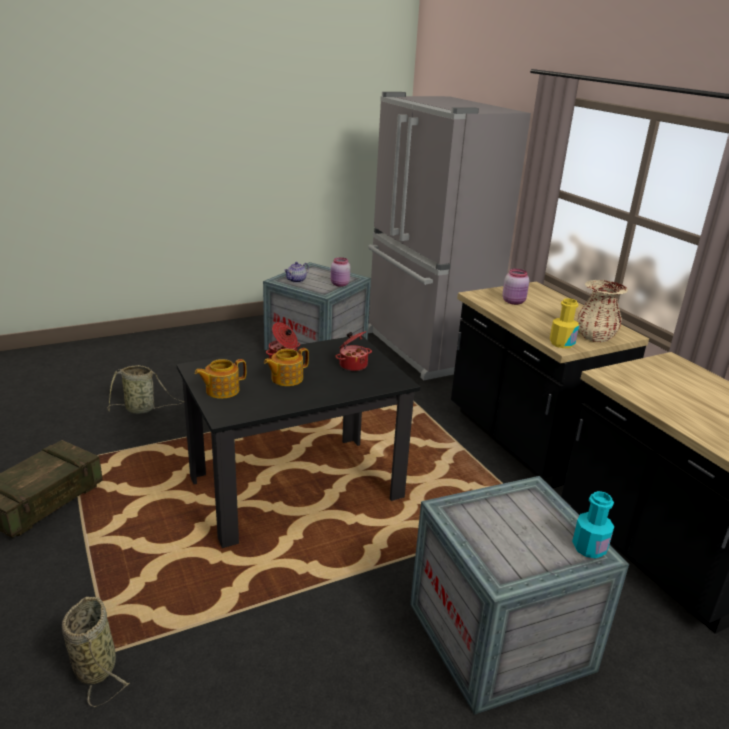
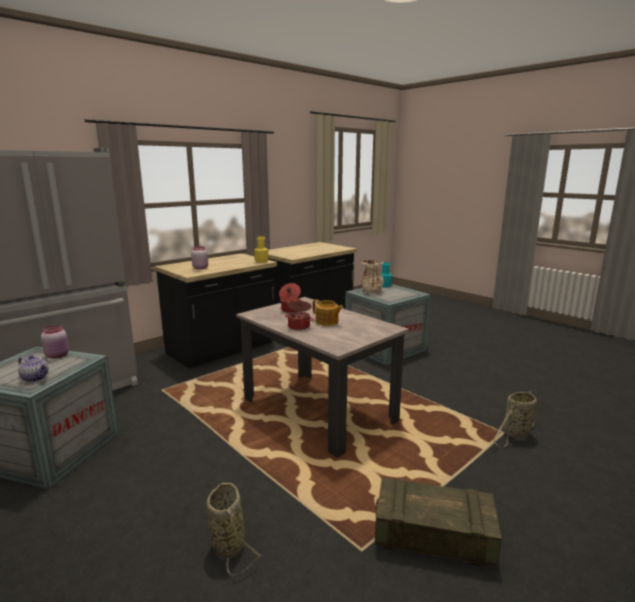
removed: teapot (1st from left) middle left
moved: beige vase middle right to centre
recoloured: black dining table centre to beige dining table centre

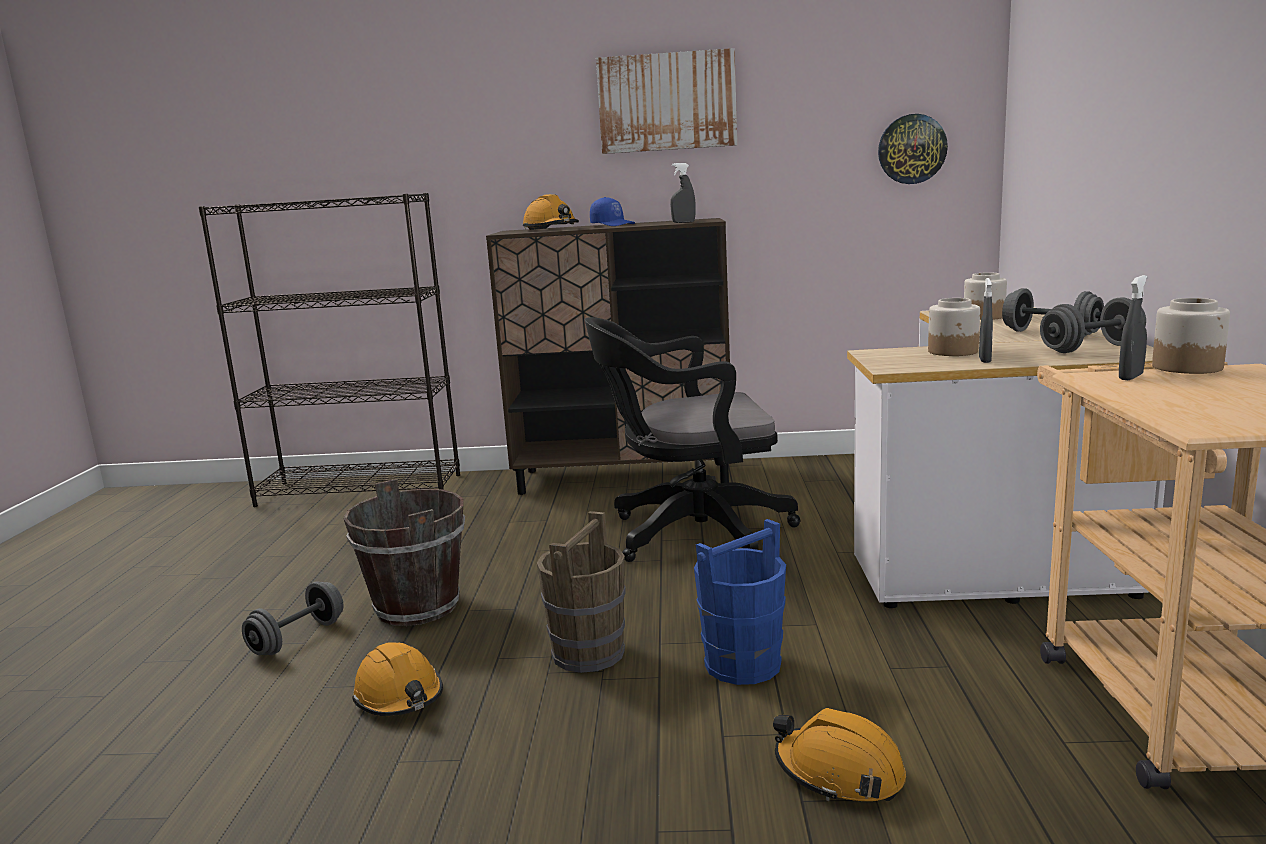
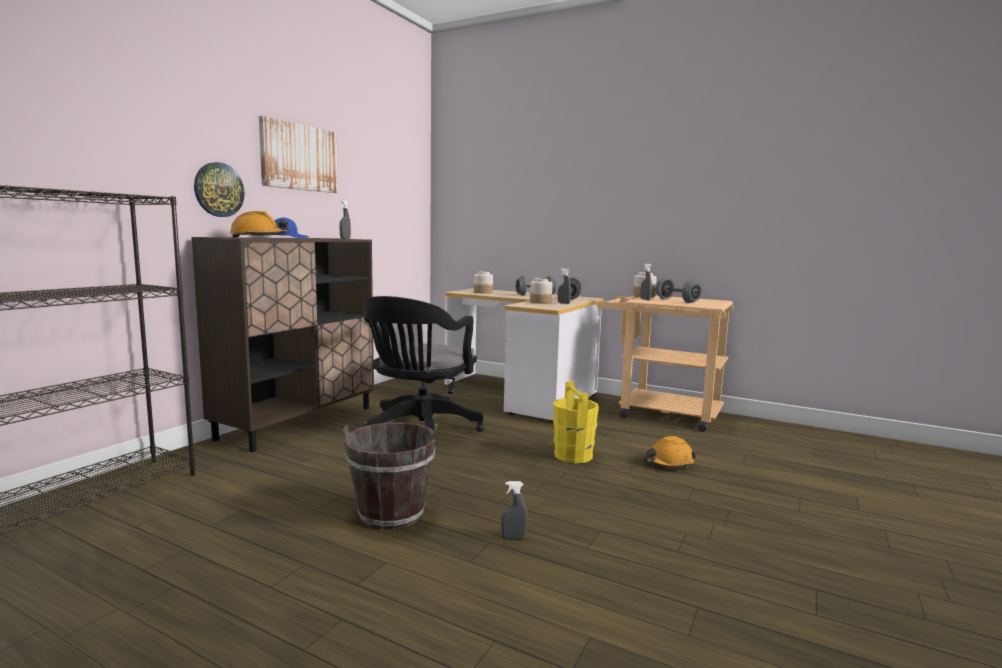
removed: brown bucket (2nd from left) bottom centre
moved: wall clock top right to top left; grey dumbbell (1st from left in the first image) bottom left to grey dumbbell (3rd from left) middle right
replaced: orange hard hat (1st from left) bottom left to grey spray bottle (2nd from left) bottom centre
recoloured: blue bucket bottom centre to yellow bucket centre

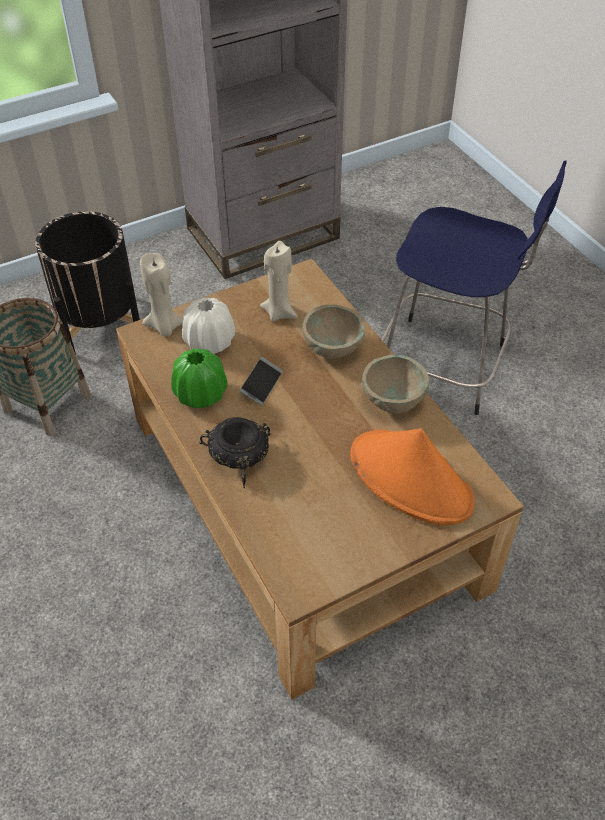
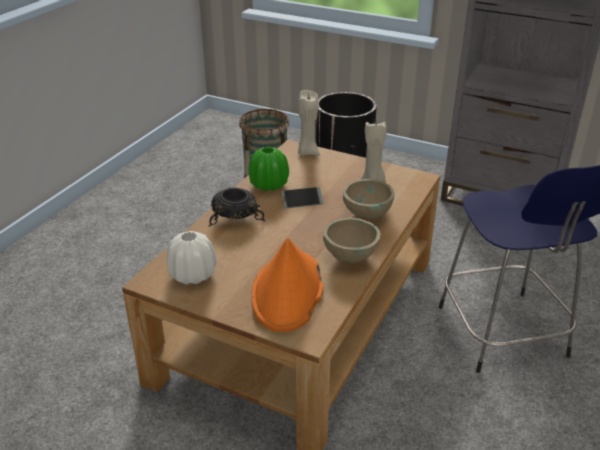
moved: white vase centre to middle left

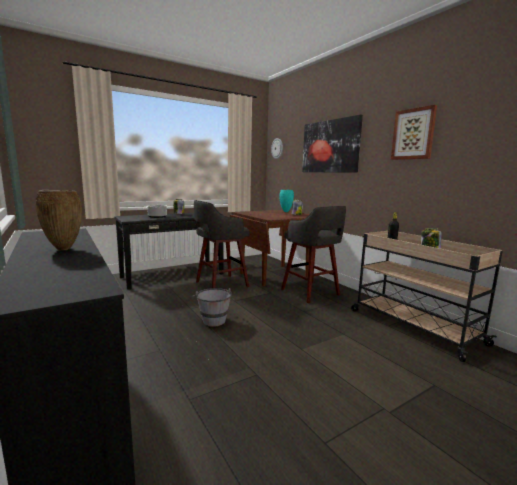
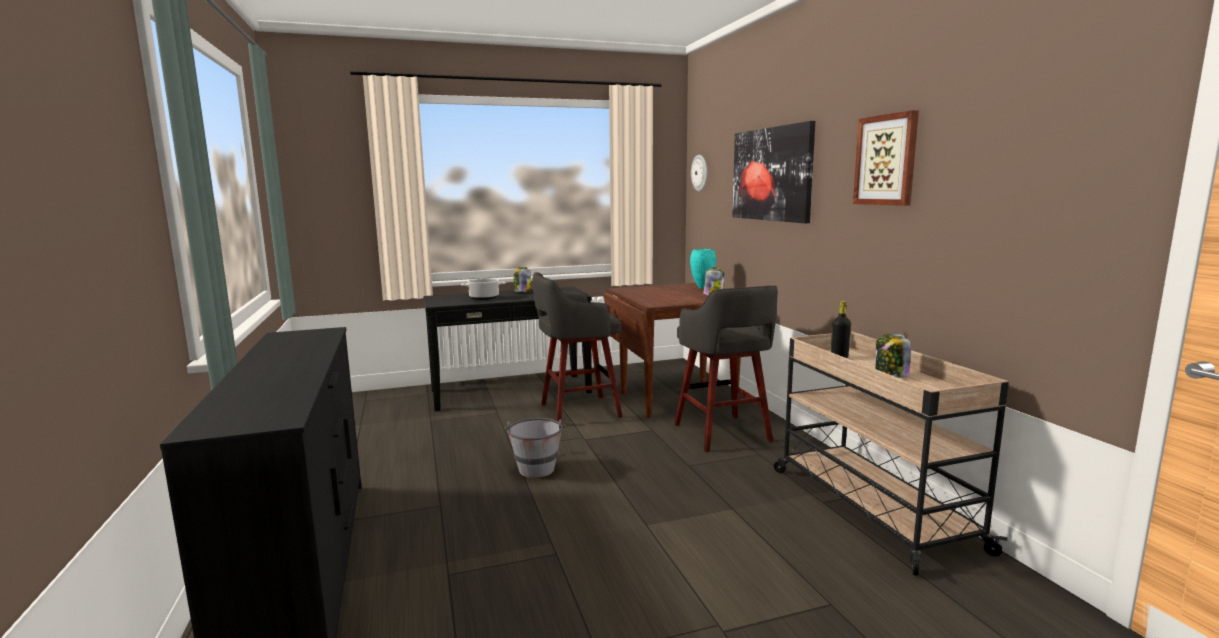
removed: brown vase middle left

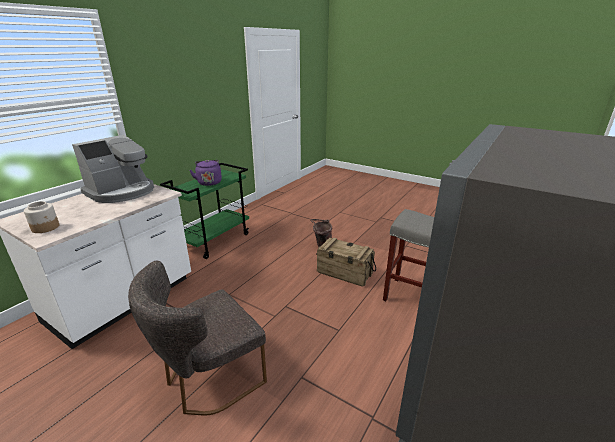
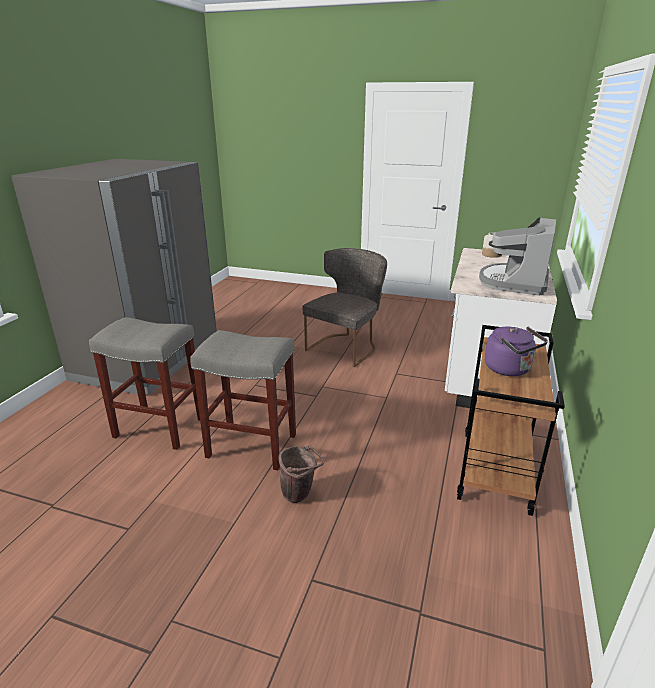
replaced: crate centre to grey stool (2nd from left) centre
recoloured: green cart middle left to brown cart middle right

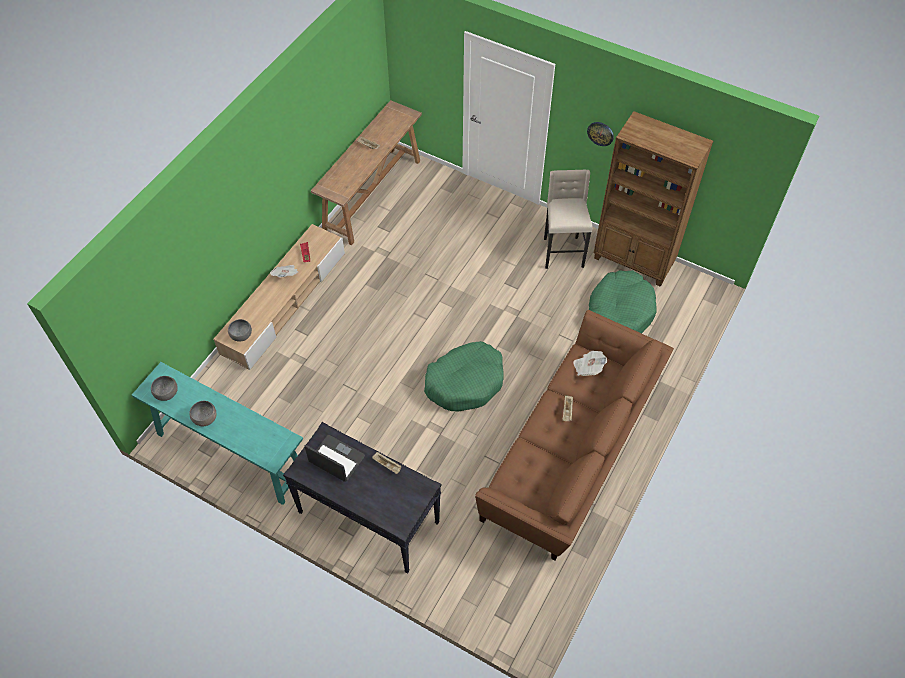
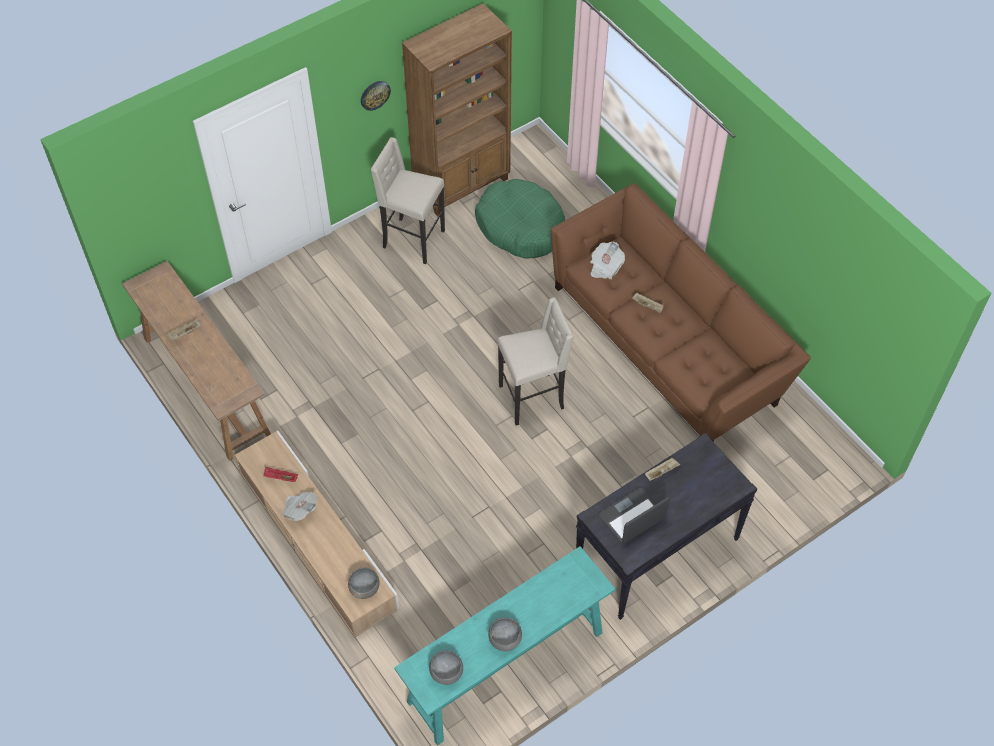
replaced: green dog bed (1st from left) centre to beige stool (2nd from left) centre

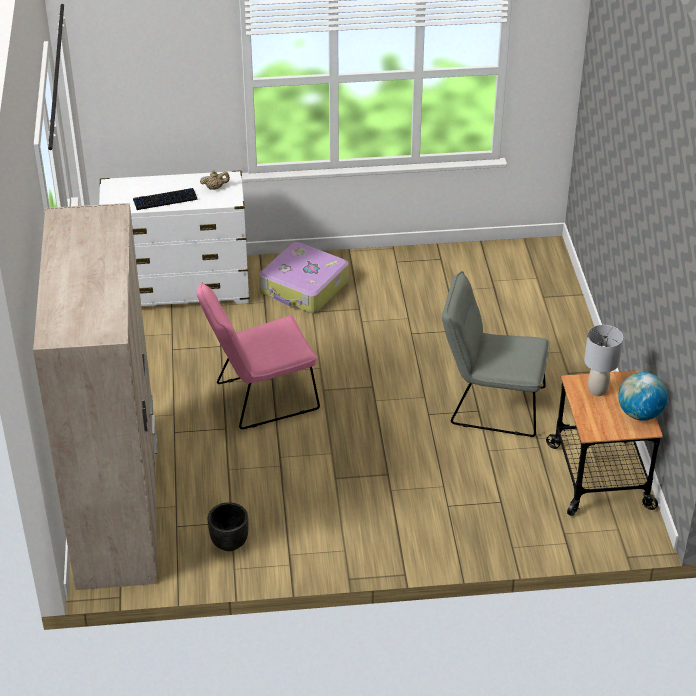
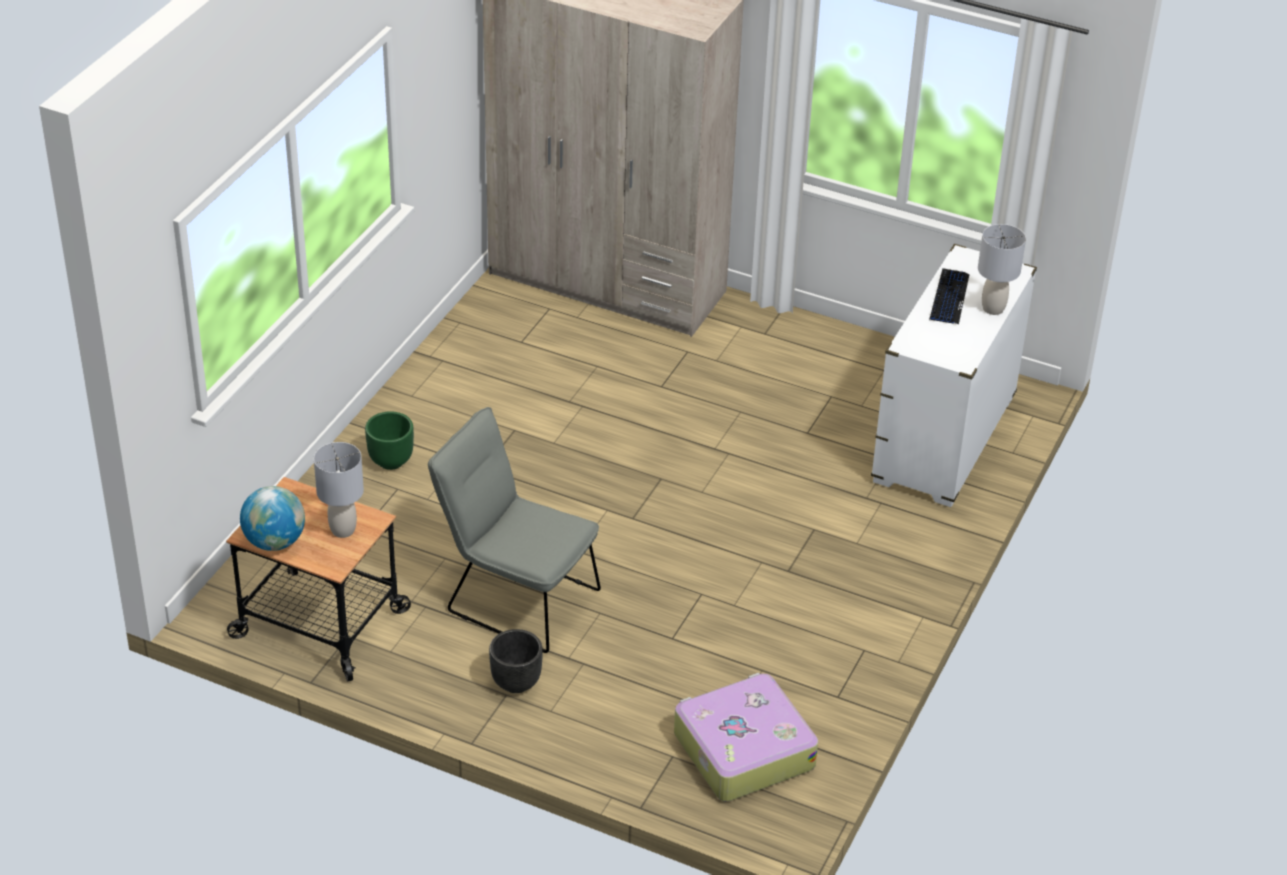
removed: pink chair centre; beige teapot top left
added: green planter middle left; grey table lamp (2nd from left) top right
moved: black planter bottom left to bottom centre; suitcase centre to bottom centre
turned: grey chair middle right = centre 105 degrees counterclockwise

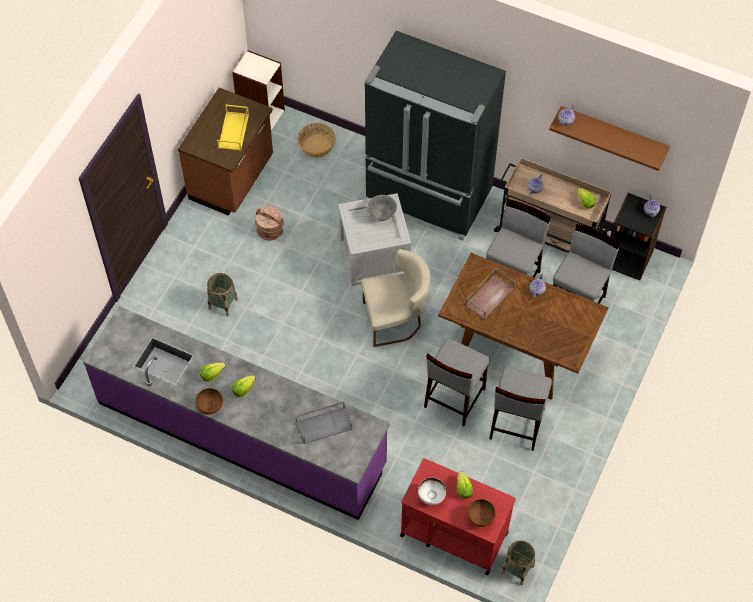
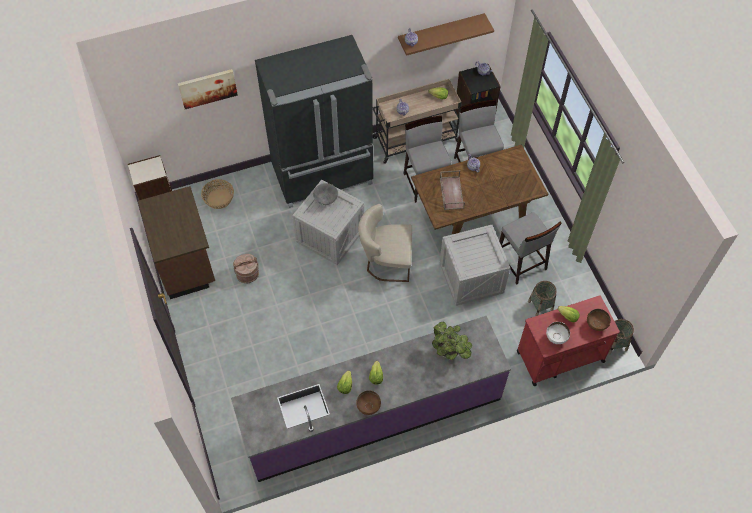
removed: yellow tray top left
added: picture top left
moved: basket (1st from left in the first image) middle left to basket (2nd from left) middle right
replaced: grey tray bottom centre to potted plant centre; grey stool (1st from left) centre to crate (2nd from left) centre
turned: beige chair centre = centre 120 degrees counterclockwise

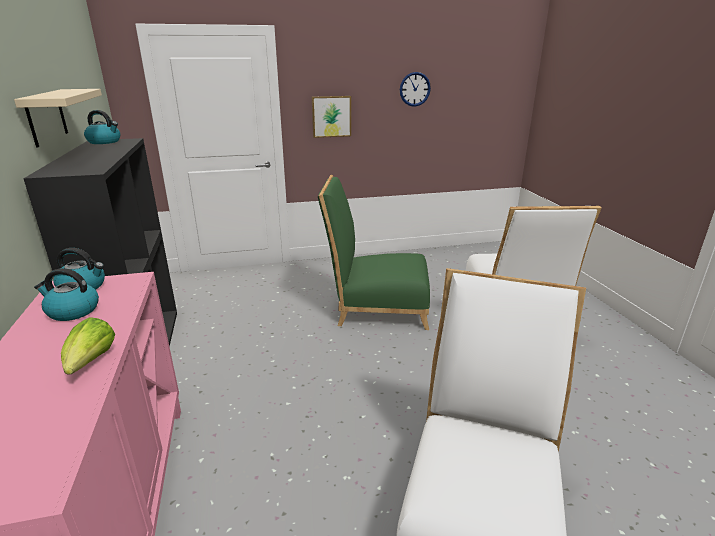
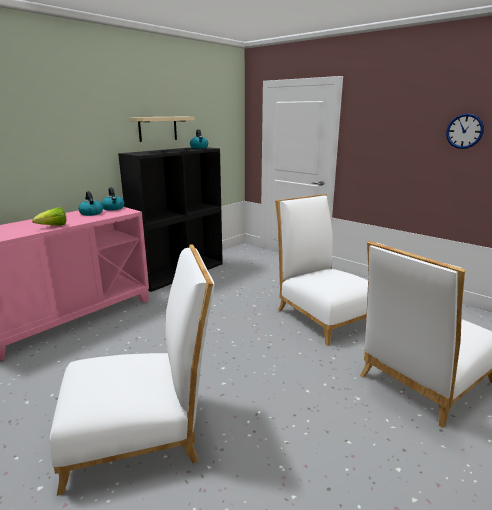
removed: picture top centre
recoloured: green chair centre to white chair (2nd from left) centre

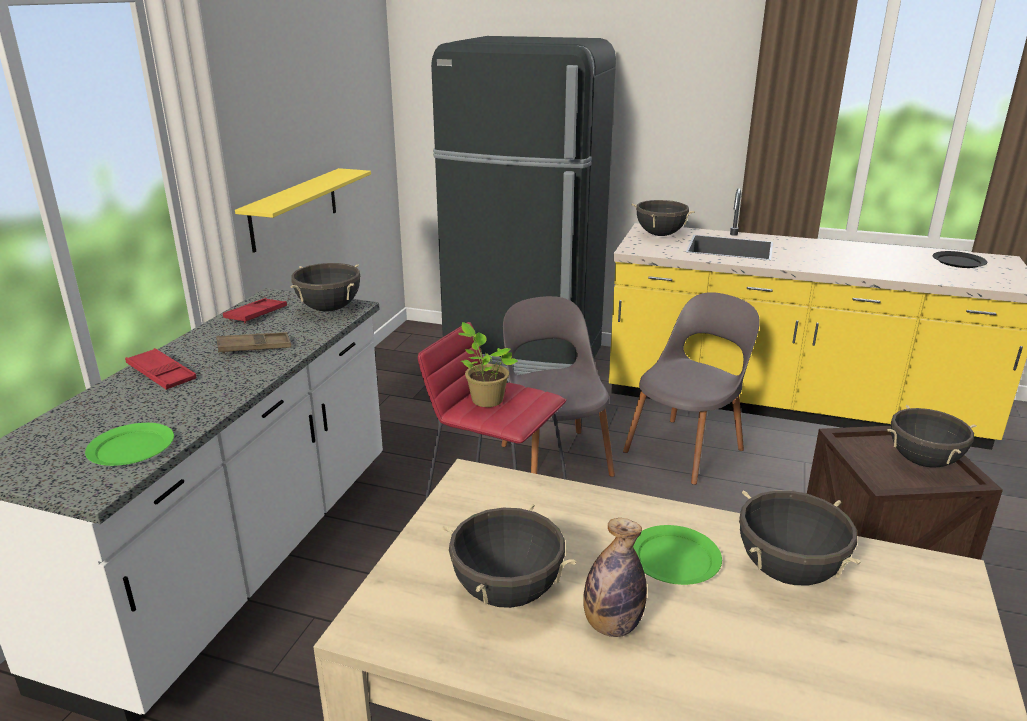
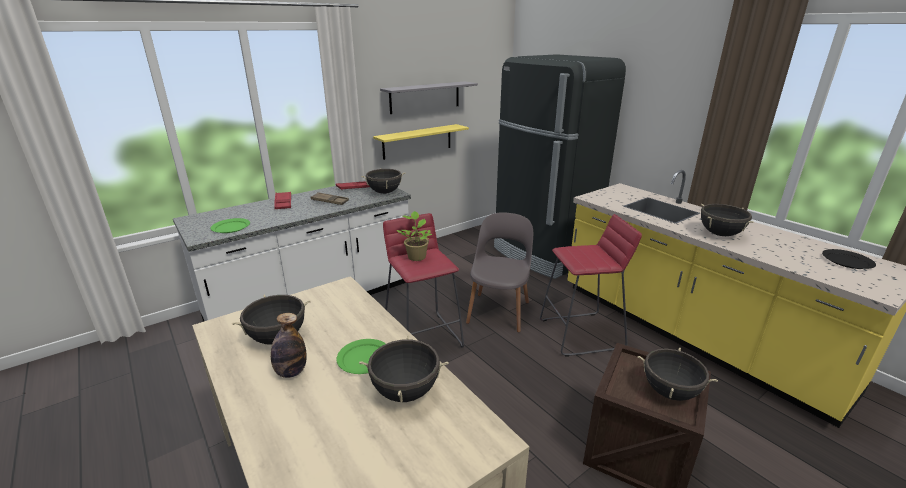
added: grey shelf top centre
moved: black cooking pot (3rd from left in the first image) top centre to black cooking pot (5th from left) middle right
replaced: grey chair (2nd from left) middle right to red stool (2nd from left) centre

